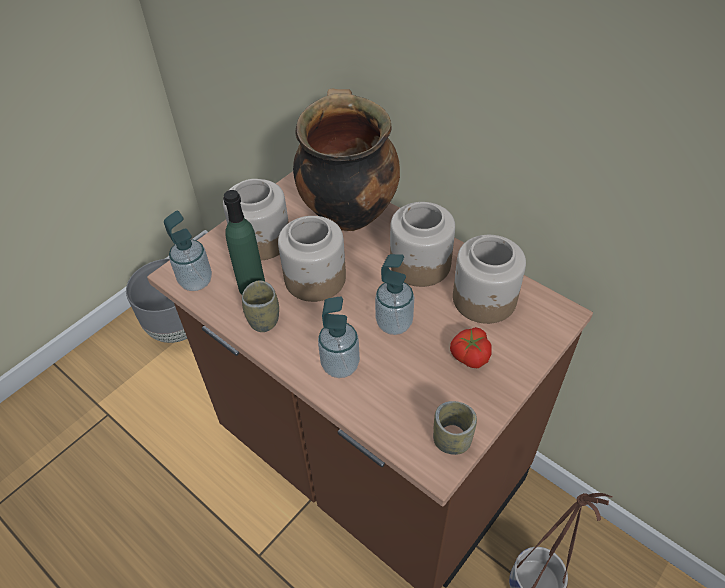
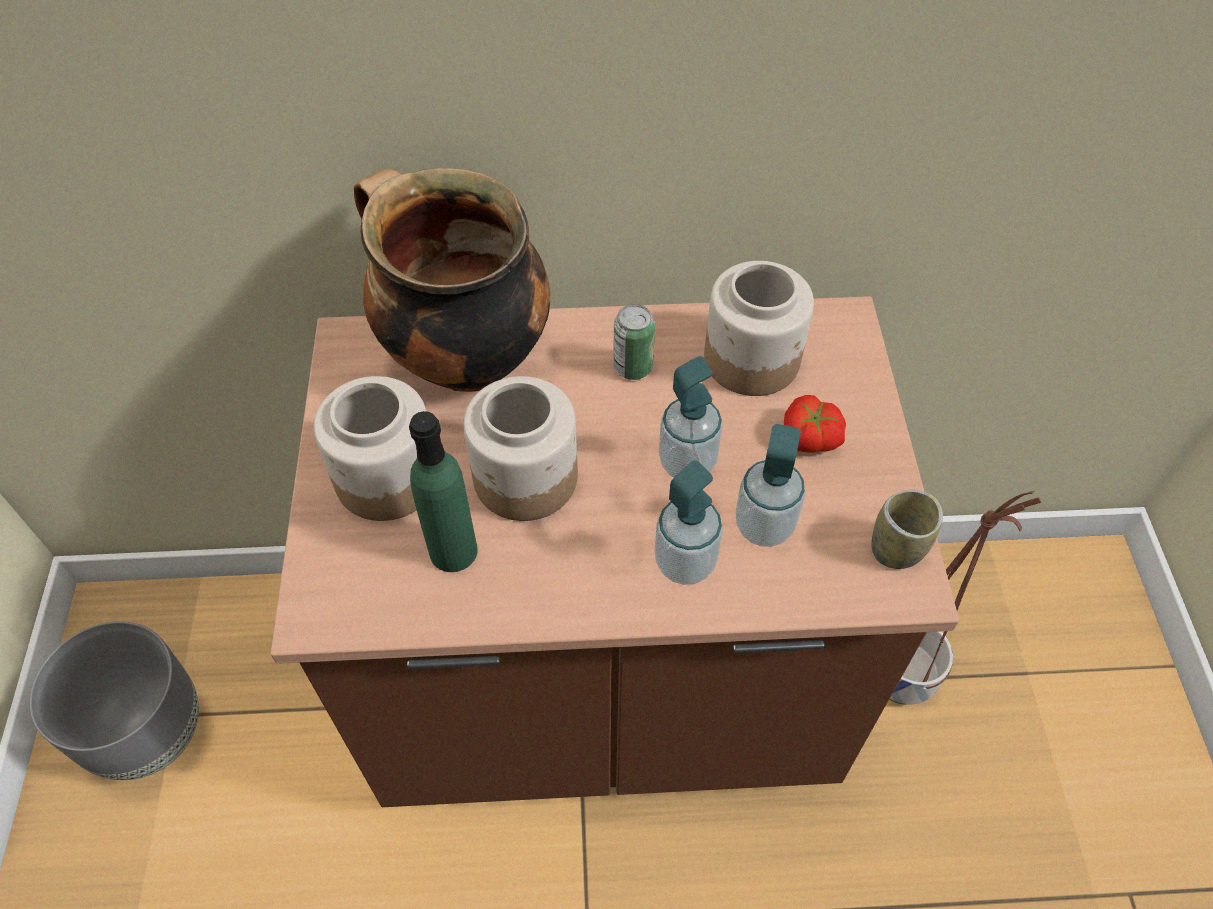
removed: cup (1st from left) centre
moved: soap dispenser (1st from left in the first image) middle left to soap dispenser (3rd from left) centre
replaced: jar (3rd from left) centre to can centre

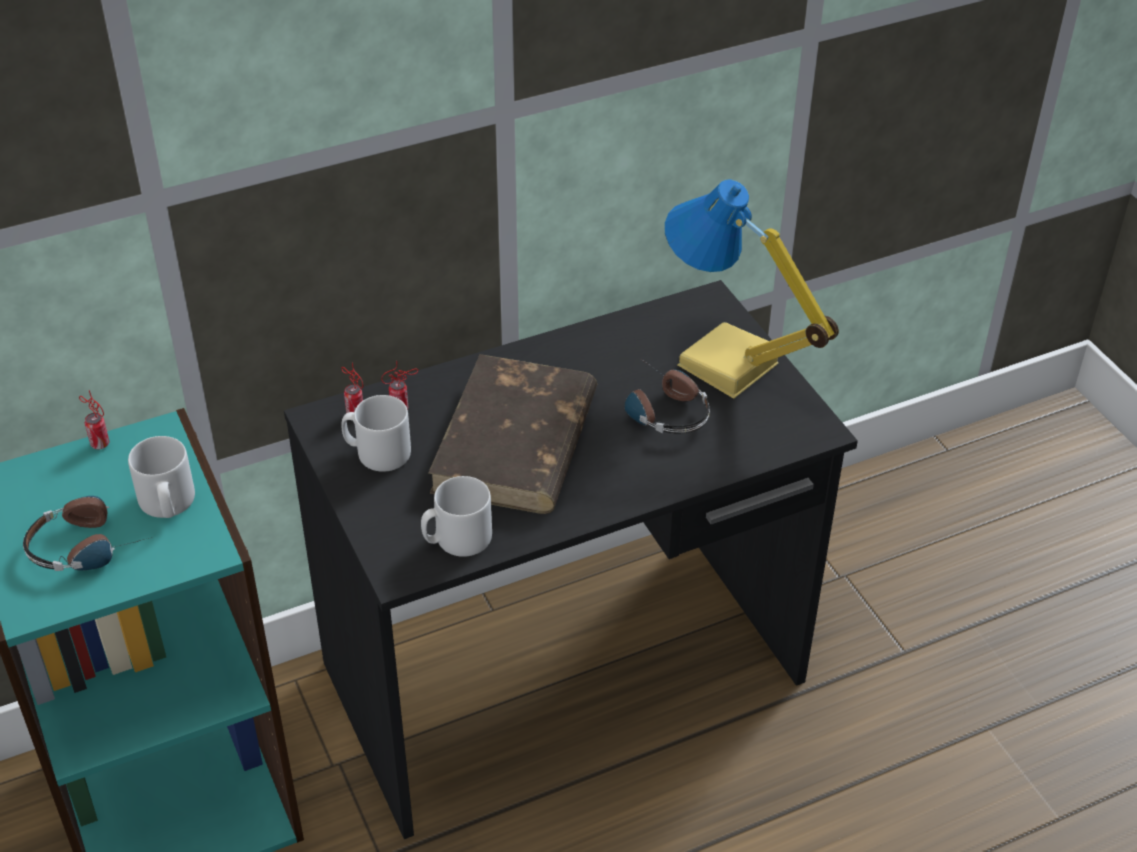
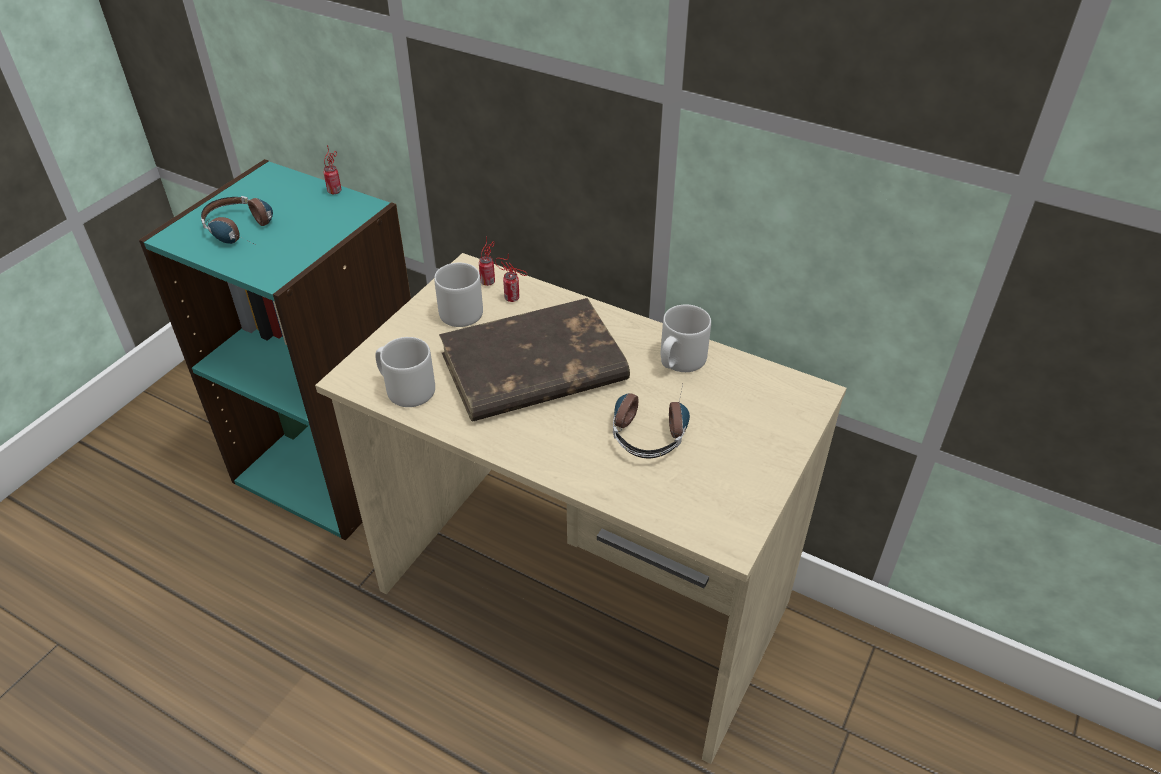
removed: table lamp centre
moved: grey mug (1st from left in the first image) middle left to grey mug (3rd from left) centre
recoloured: black desk centre to beige desk centre

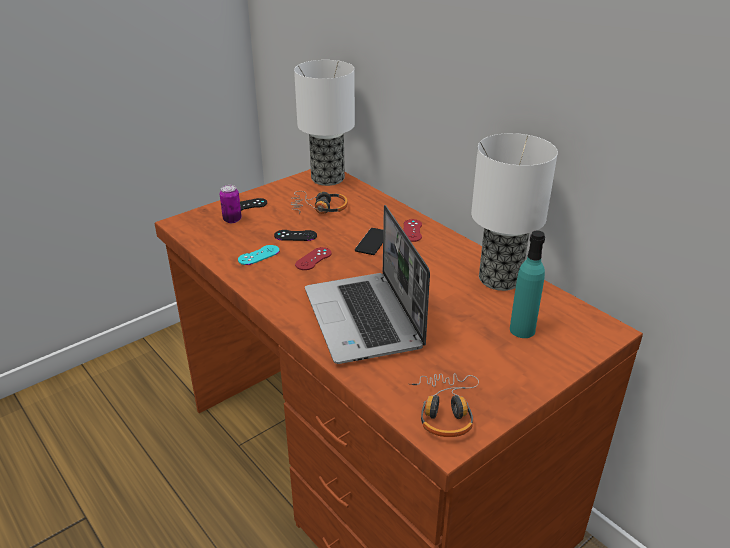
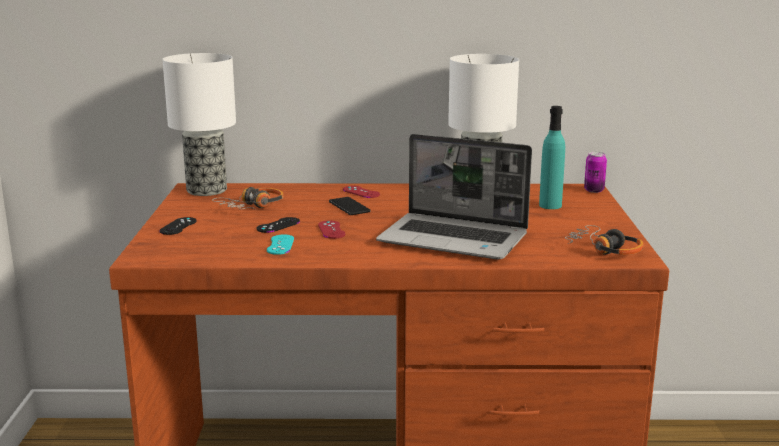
moved: can middle left to middle right

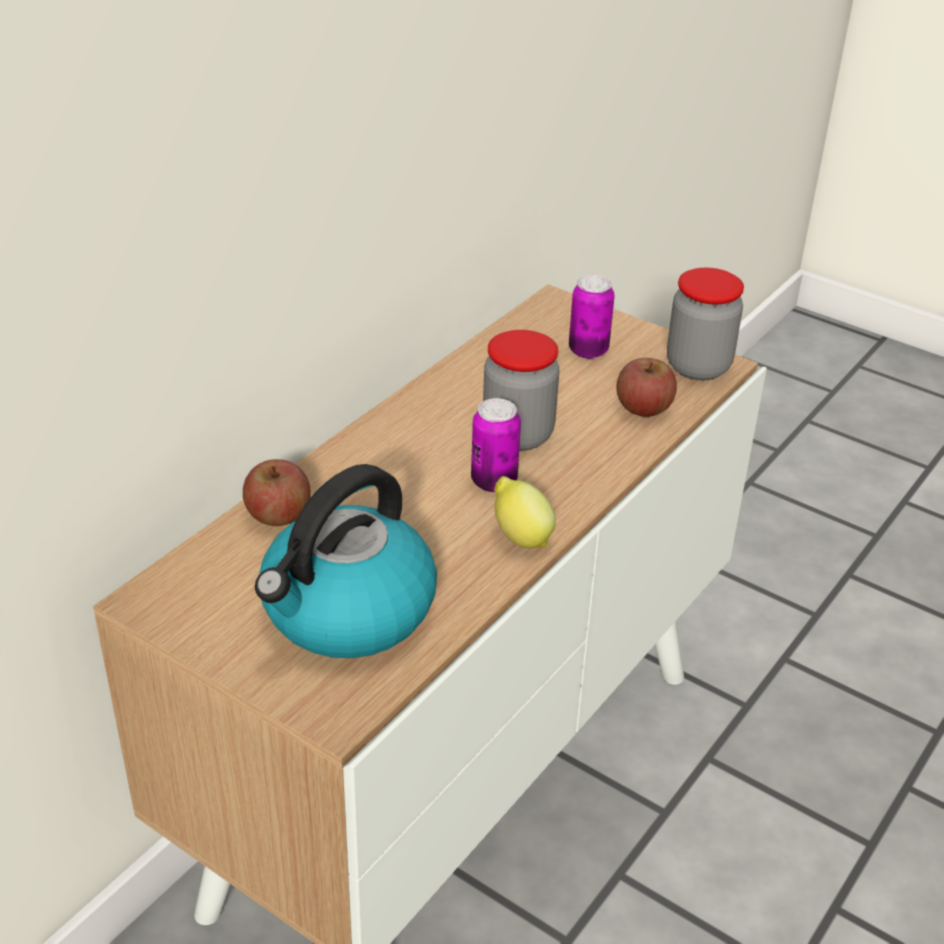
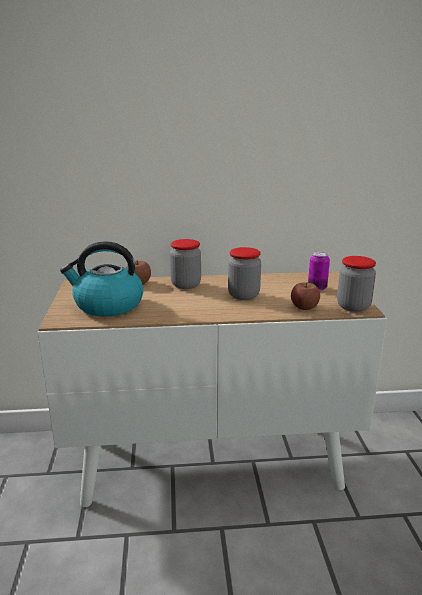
removed: can (1st from left) centre; lemon centre
added: jar (1st from left) centre

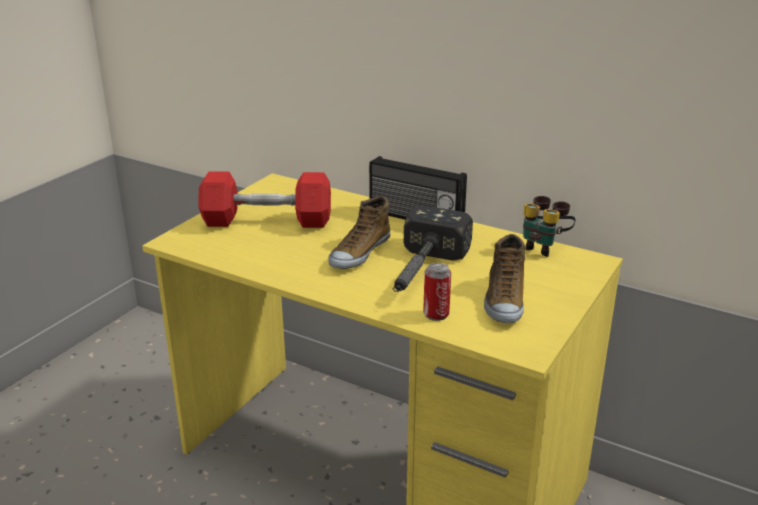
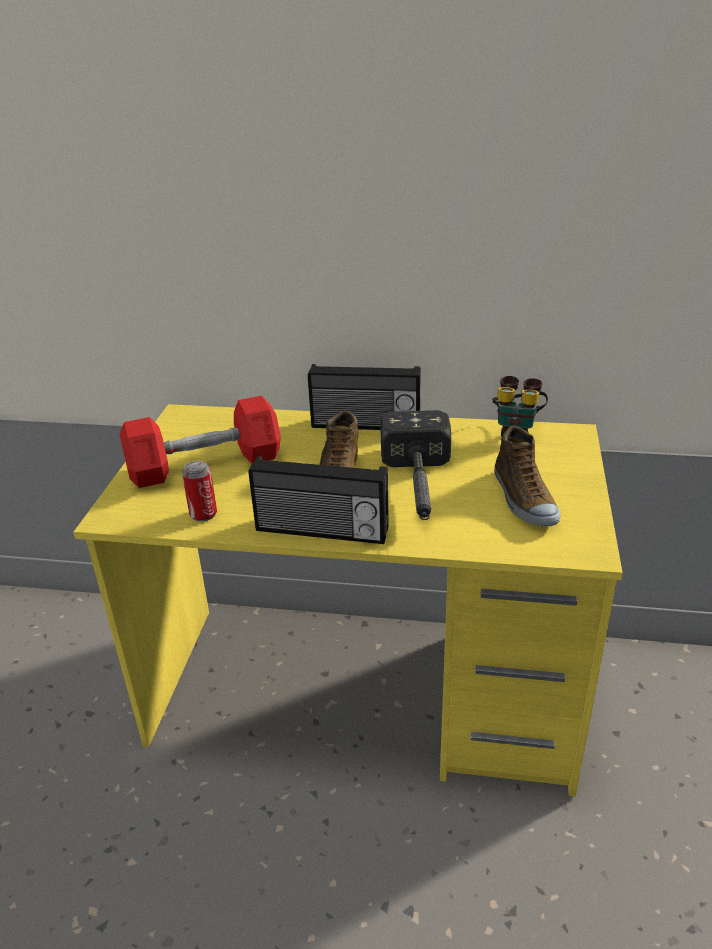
added: radio (1st from left) centre
moved: can centre to middle left

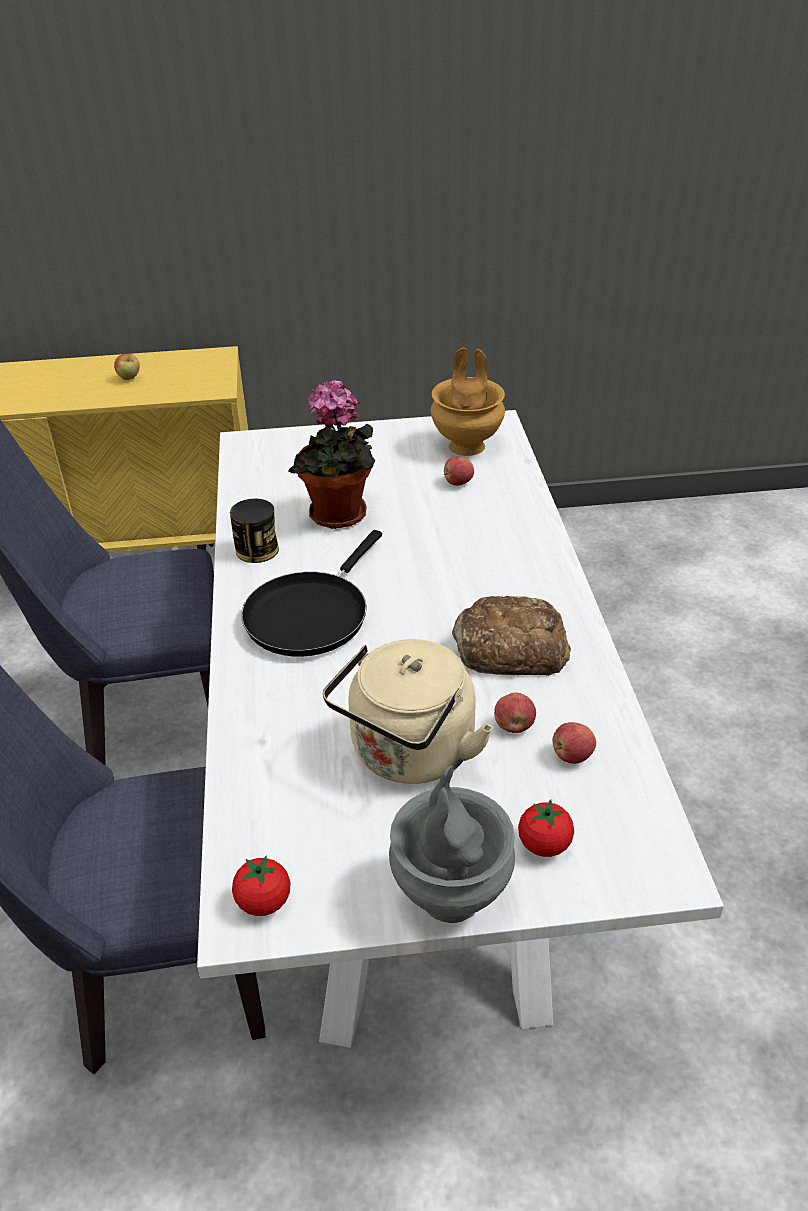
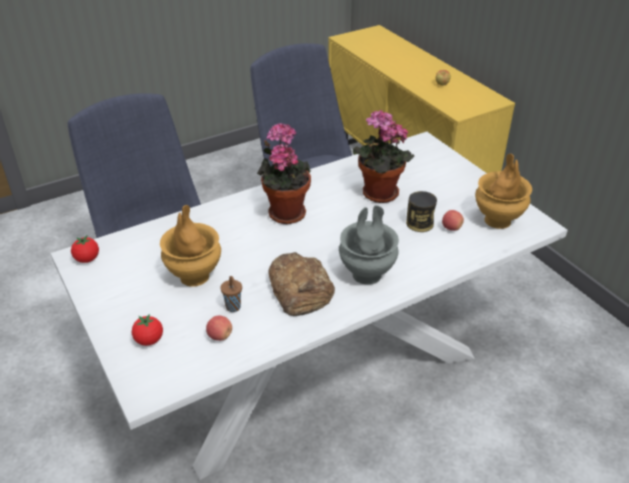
moved: grey vase bottom centre to centre; can middle left to middle right
replaced: beige kettle centre to brown vase (1st from left) middle left; apple (3rd from left) centre to brown cup centre; black frying pan centre to potted plant (1st from left) centre

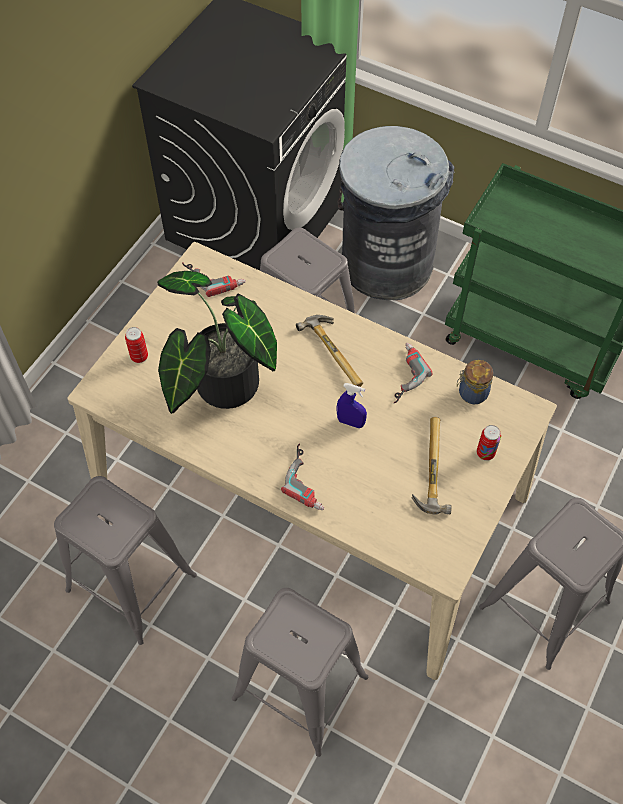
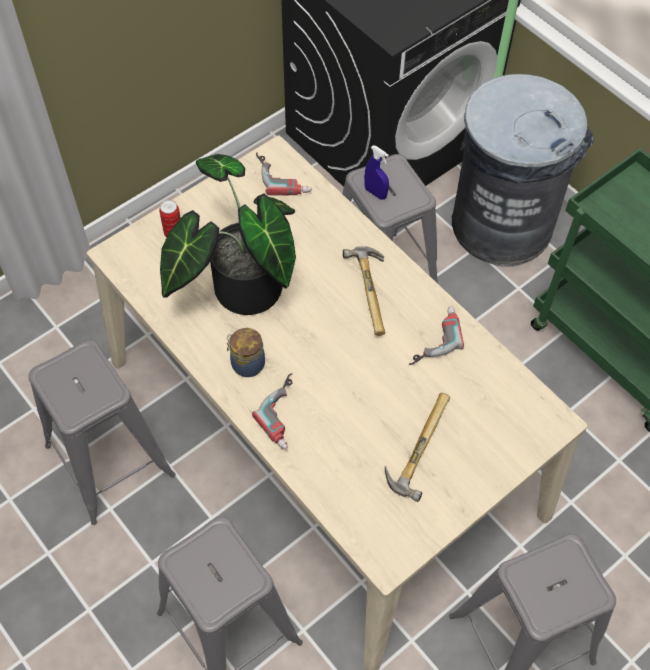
removed: can (2nd from left) middle right
moved: jar middle right to centre; blue spray bottle centre to top centre

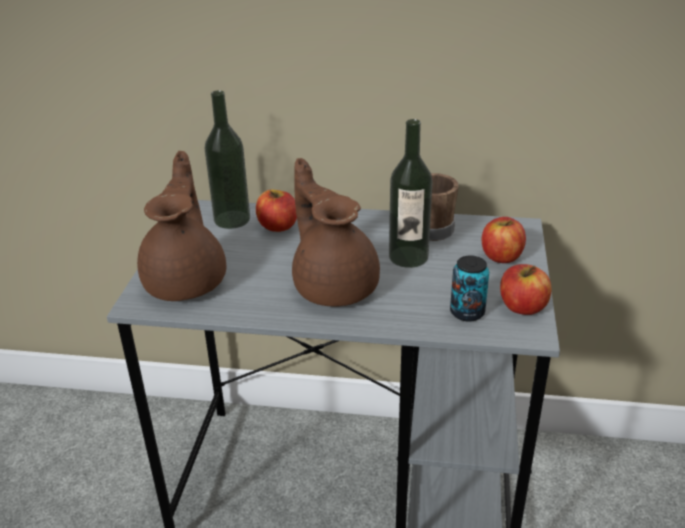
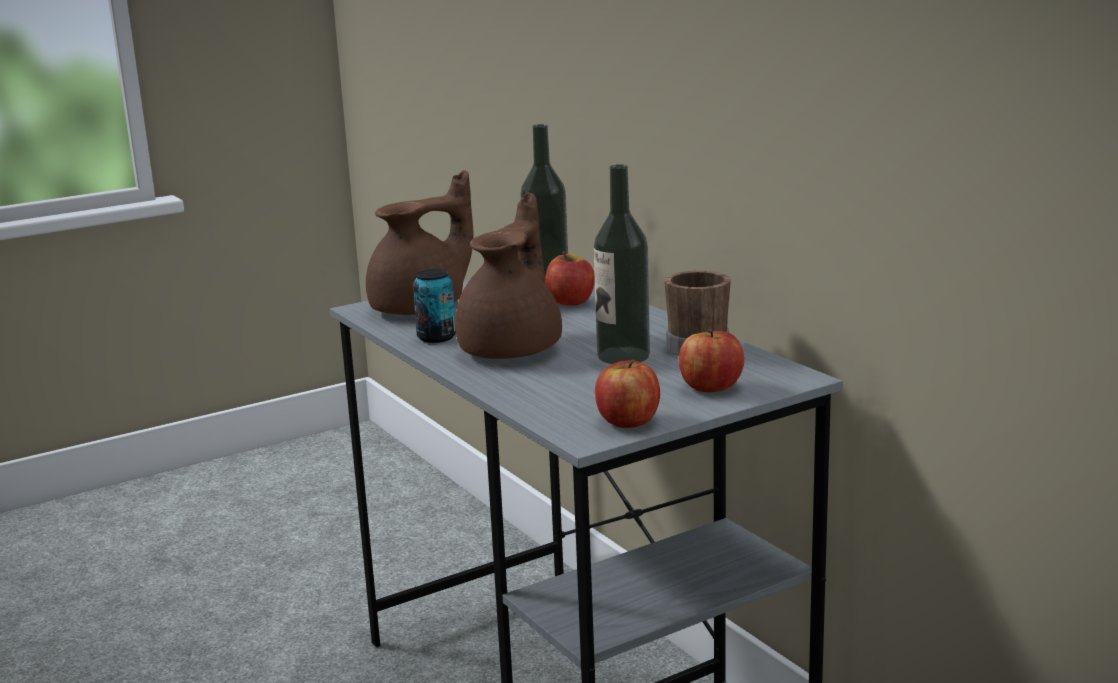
moved: can middle right to centre

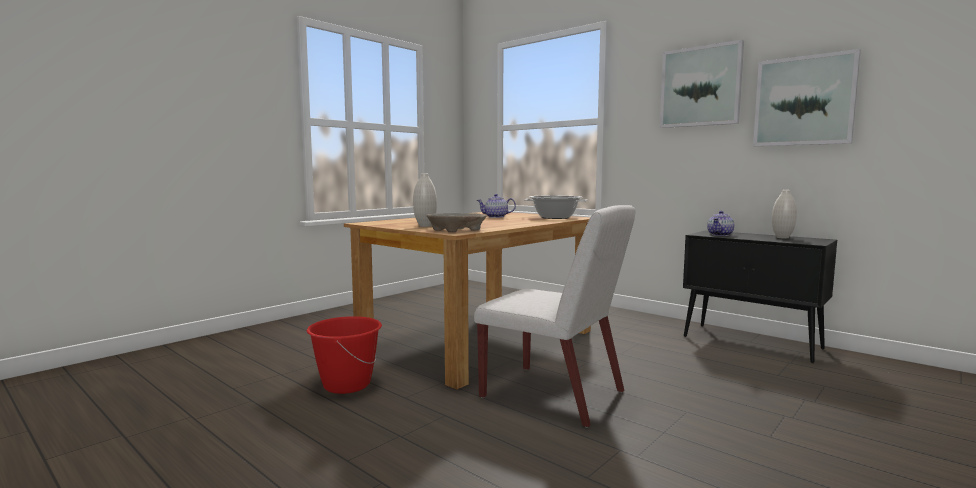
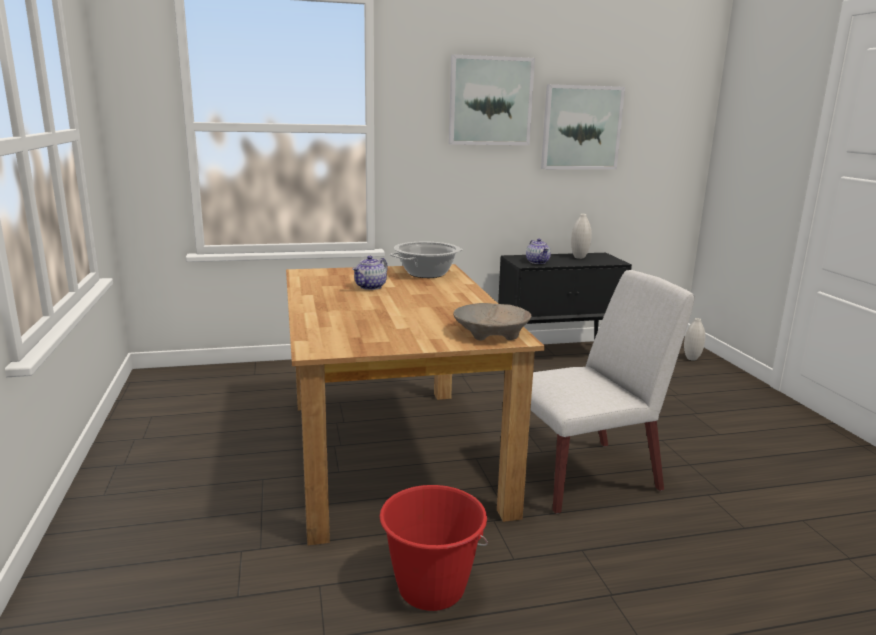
moved: white vase (1st from left in the first image) centre to white vase (2nd from left) middle right

